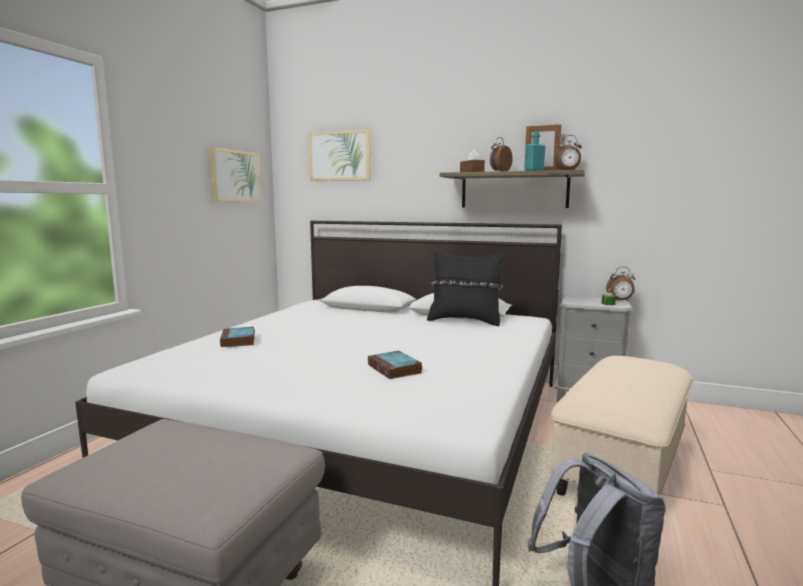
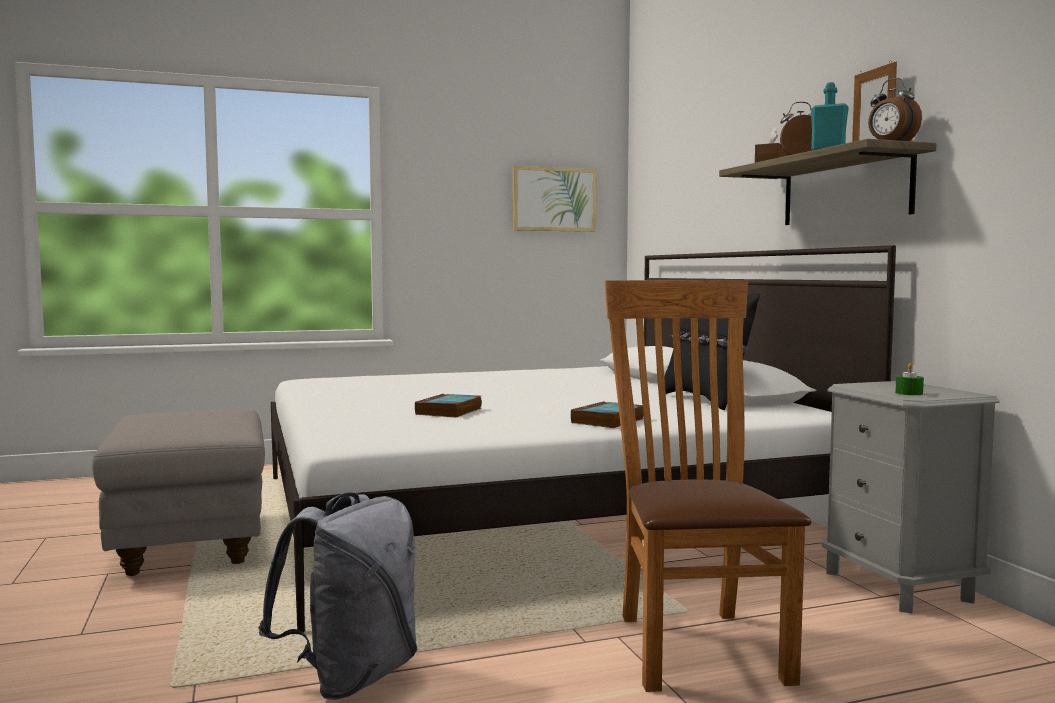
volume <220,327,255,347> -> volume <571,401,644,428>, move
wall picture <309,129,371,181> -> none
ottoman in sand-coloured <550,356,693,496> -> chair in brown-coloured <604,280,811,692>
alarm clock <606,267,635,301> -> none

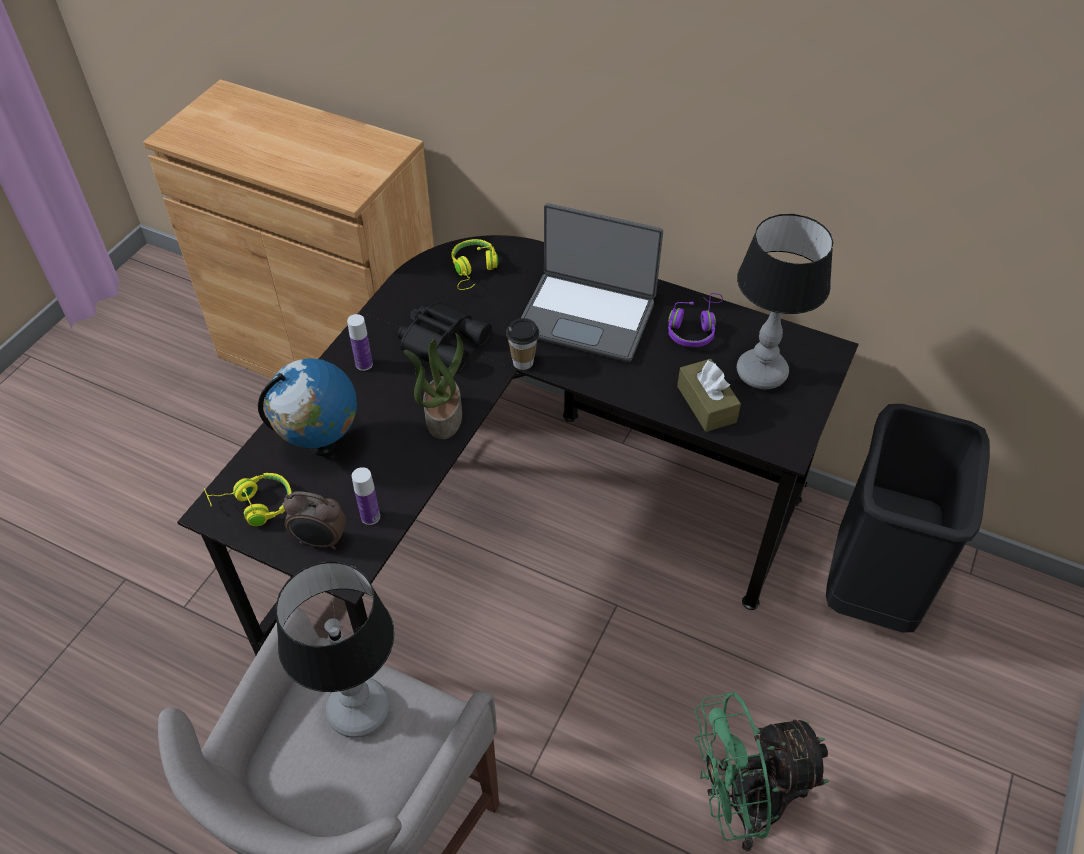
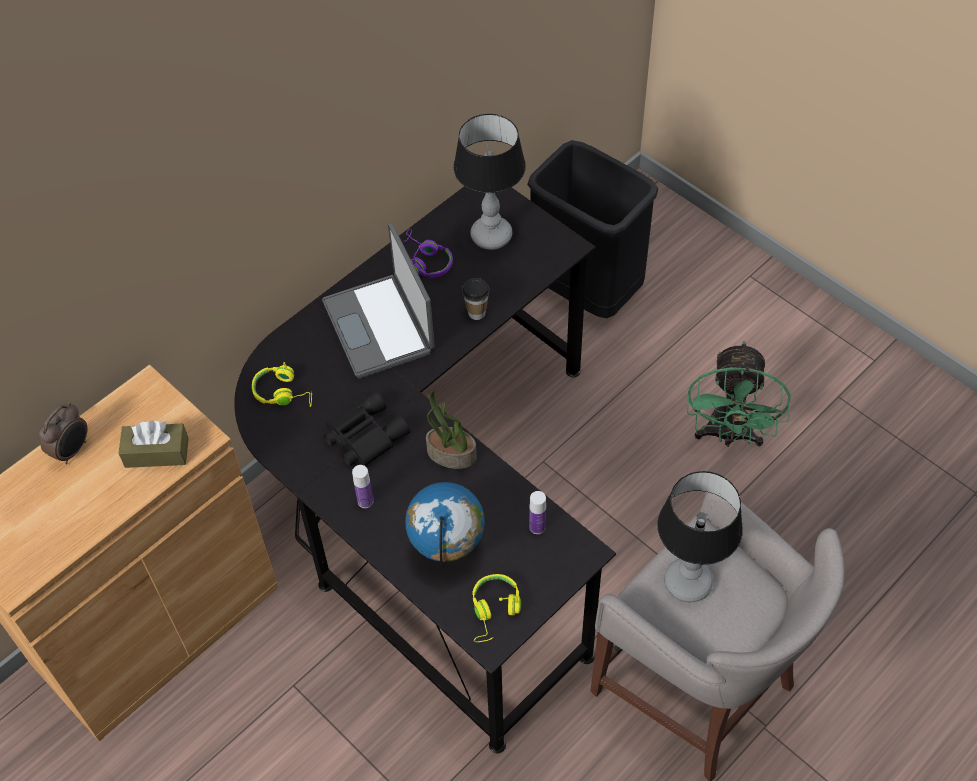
alarm clock <283,491,346,550> -> alarm clock <39,402,88,464>, move
cup <506,318,539,370> -> cup <462,278,490,320>, move
laptop <521,203,663,362> -> laptop <322,223,435,378>, 120 degrees clockwise
box of tissues in brown-coloured <677,359,741,432> -> box of tissues in brown-coloured <118,420,189,468>, move

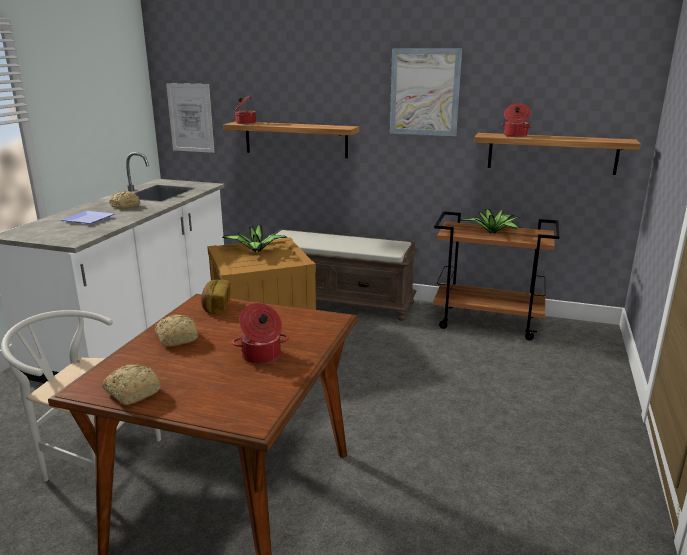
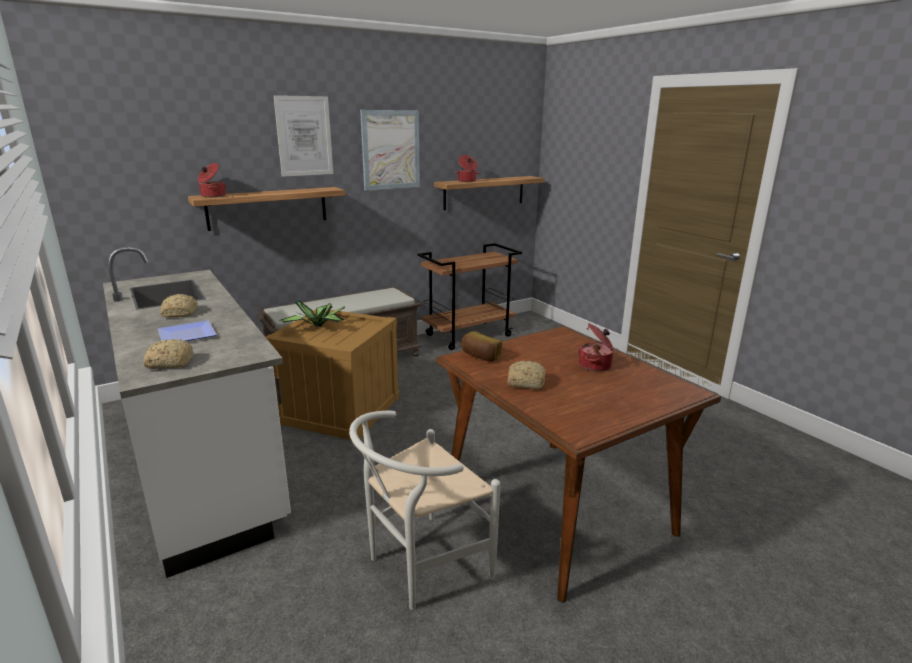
bakery bread <102,364,161,405> -> bakery bread <143,339,193,369>, move
wall picture <166,83,214,153> -> wall picture <274,95,333,177>, move
houseplant <460,209,521,233> -> none

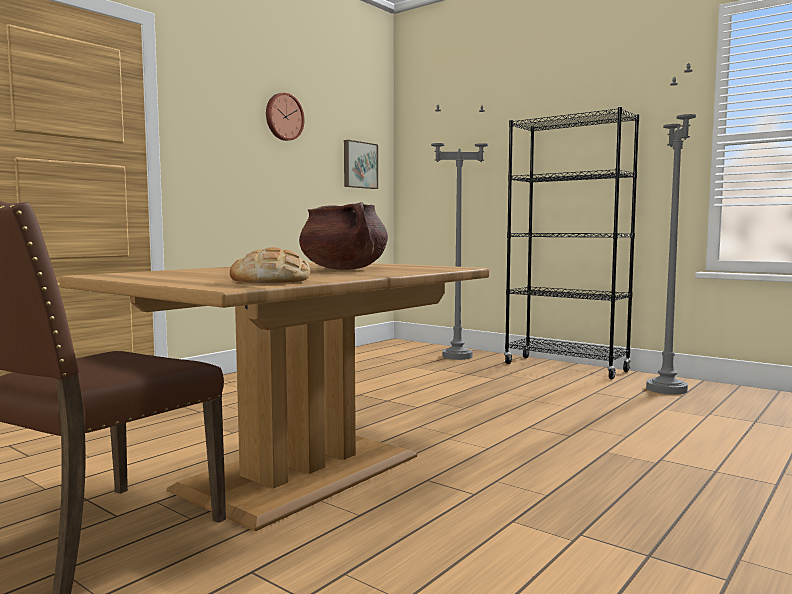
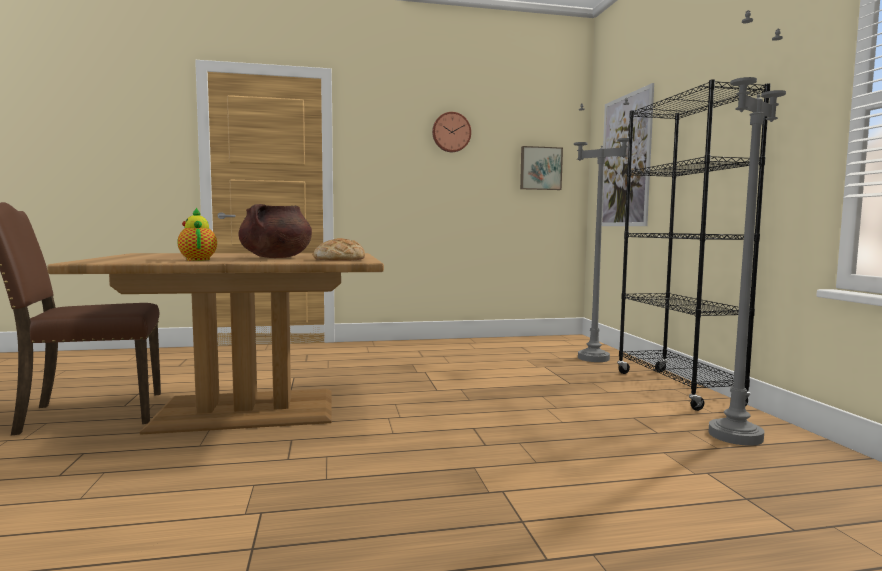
bakery bread <230,247,310,283> -> bakery bread <313,238,365,261>, move
none -> tea pot <177,207,217,261>
none -> wall picture <602,83,654,226>

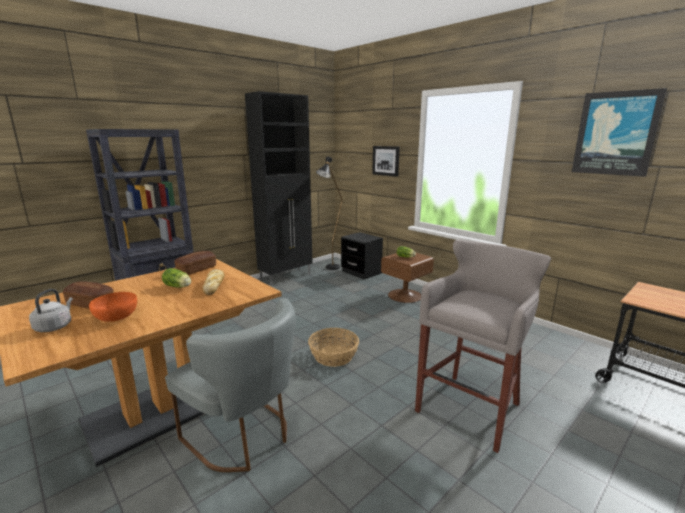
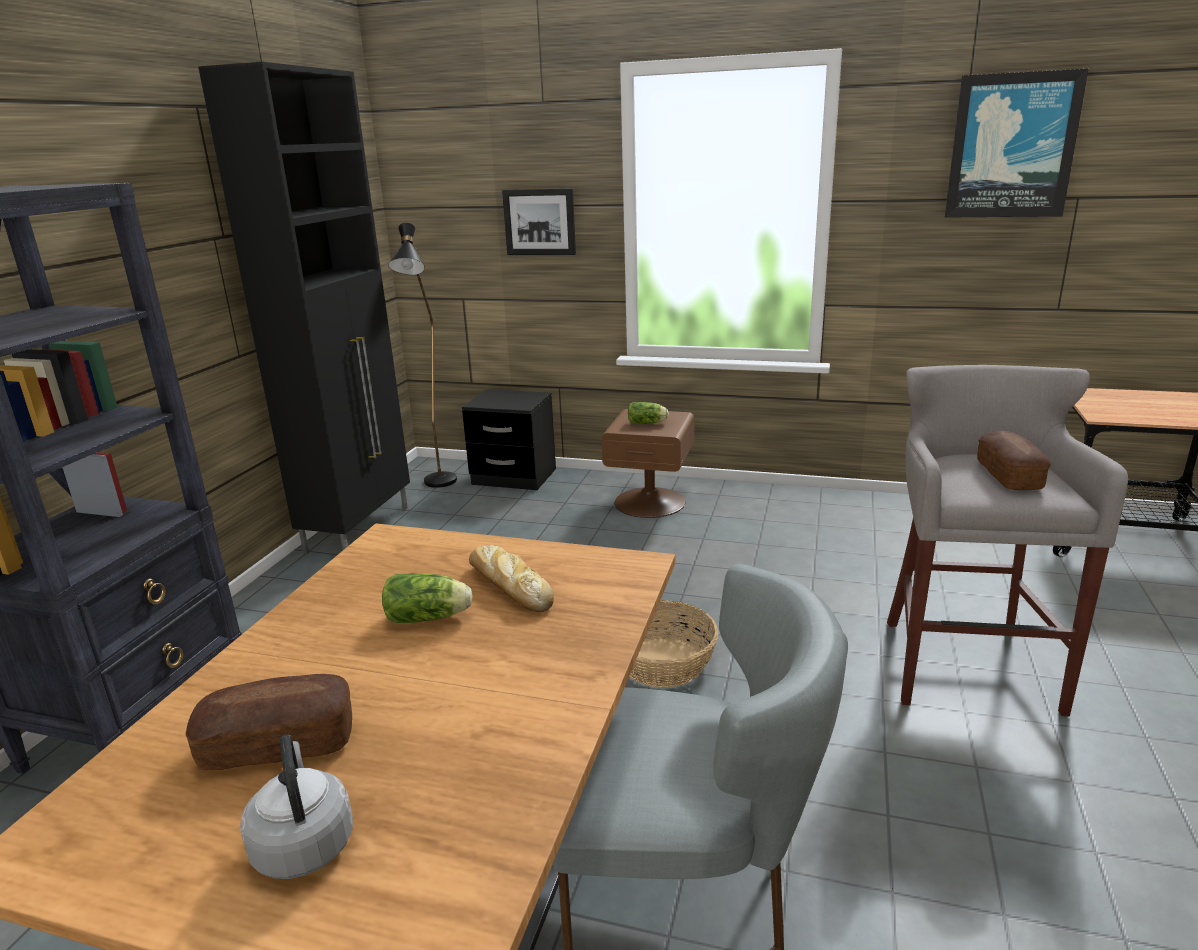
serving bowl in orangey <89,292,137,322> -> none
bakery bread <175,251,216,275> -> bakery bread <977,431,1051,490>, move

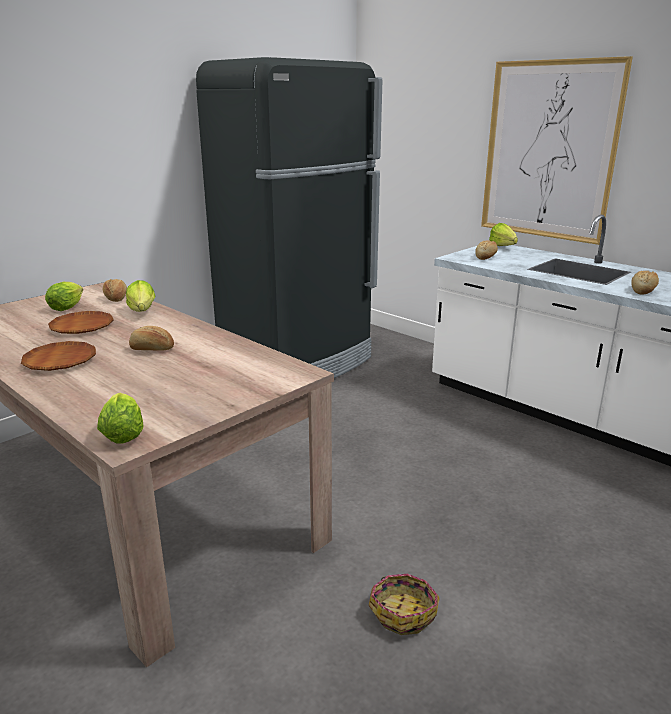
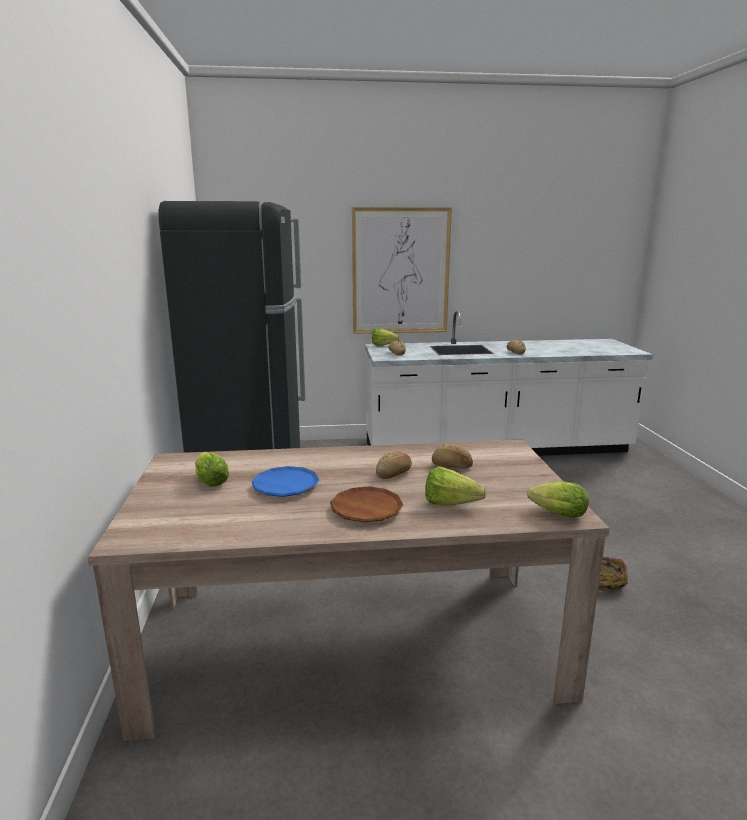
plate in brown-coloured <48,311,114,334> -> plate in bluish <252,466,319,497>
bakery bread <103,279,127,302> -> bakery bread <432,444,473,468>, move
lettuce head <126,280,155,312> -> lettuce head <425,467,486,505>, move

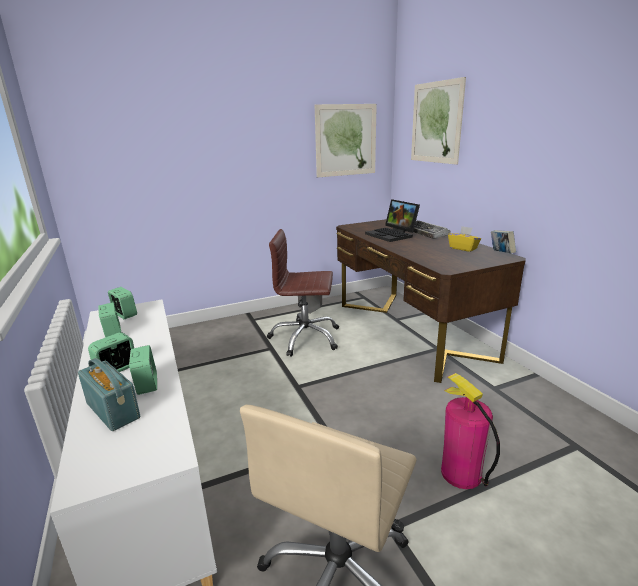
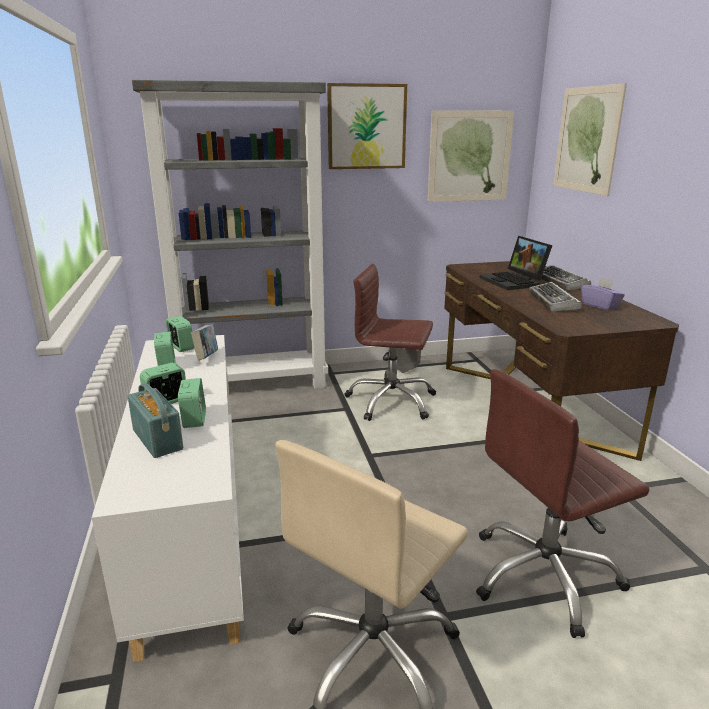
extinguisher <441,373,500,489> -> office chair in brown-coloured <476,369,649,638>
box of tissues in yellowish <448,226,481,252> -> box of tissues in purple <581,277,625,310>
volume <491,230,516,254> -> volume <191,324,218,360>, move
none -> bookshelf in gray <132,80,328,388>
none -> wall picture <327,83,407,169>
none -> computer keyboard <529,282,582,312>

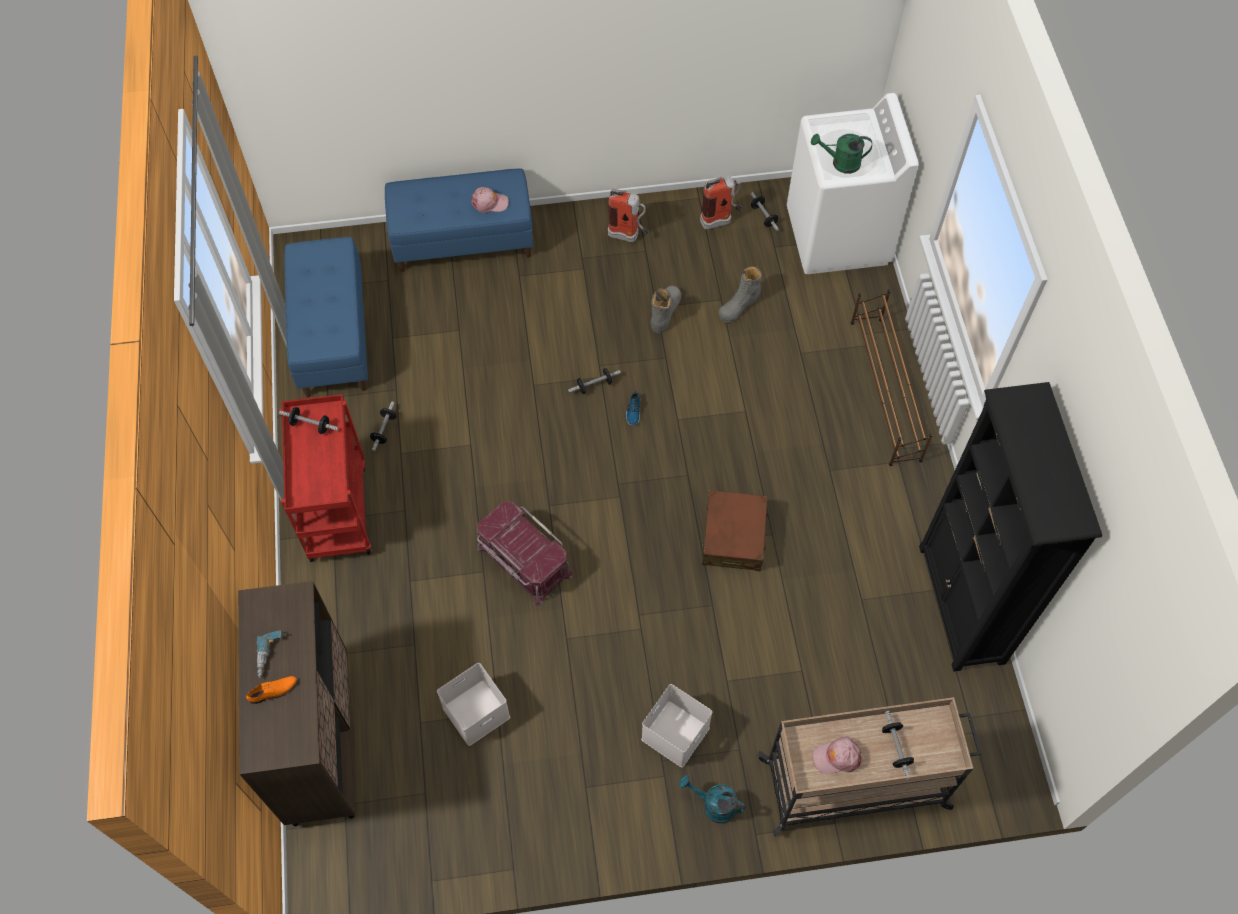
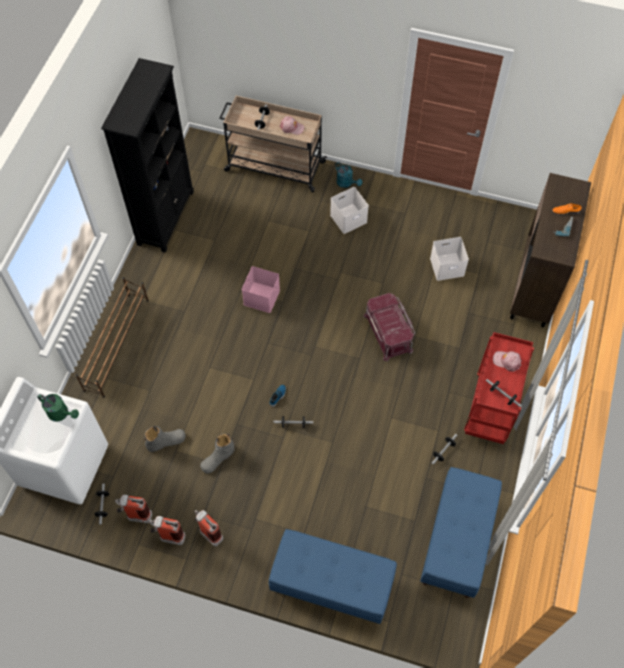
cap in pink-coloured <471,187,509,213> -> cap in pink-coloured <493,351,522,372>, move
suitcase in brown-coloured <702,490,768,571> -> storage container in pink-coloured <242,266,280,313>
none -> extinguisher <149,516,185,545>

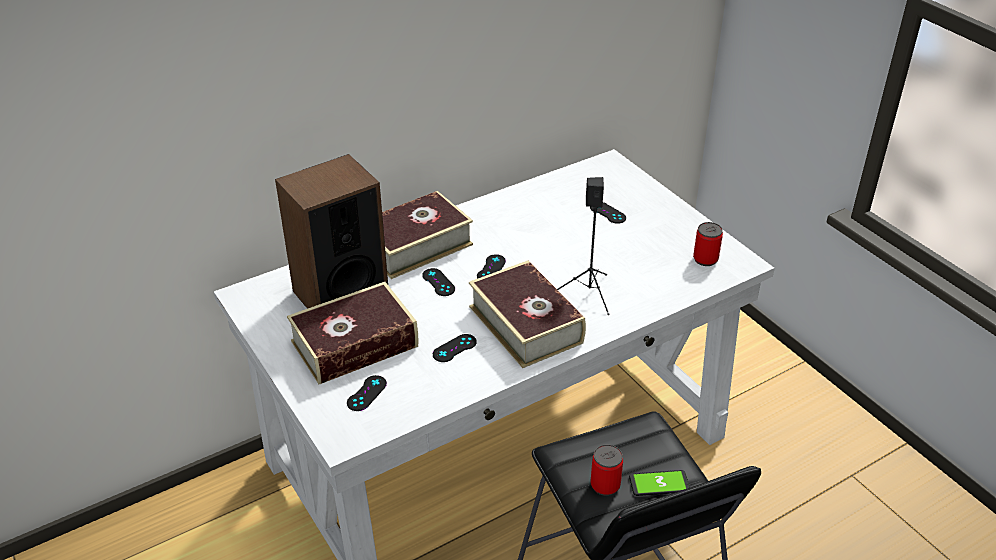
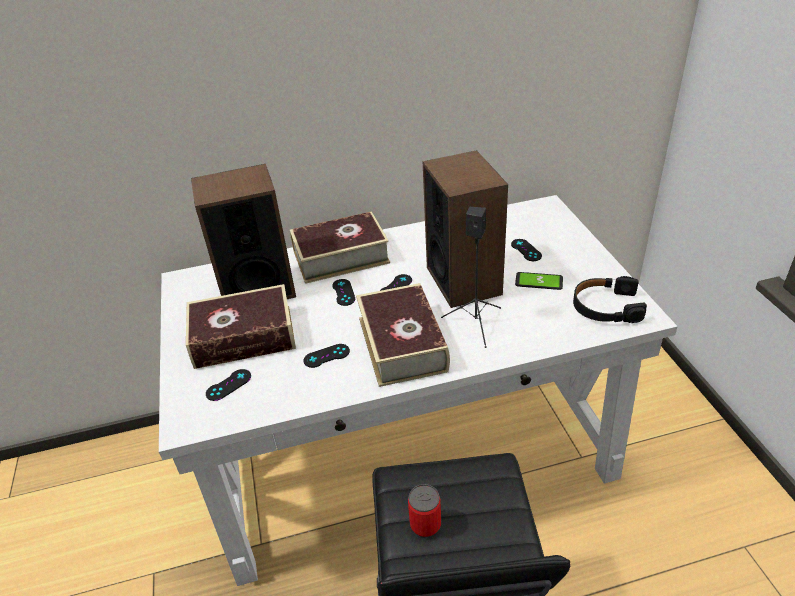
phone <629,470,690,496> -> phone <515,272,563,290>, move
metal can <693,222,723,266> -> headphones in black-coloured <573,276,647,323>
none -> loudspeaker <423,150,508,308>

